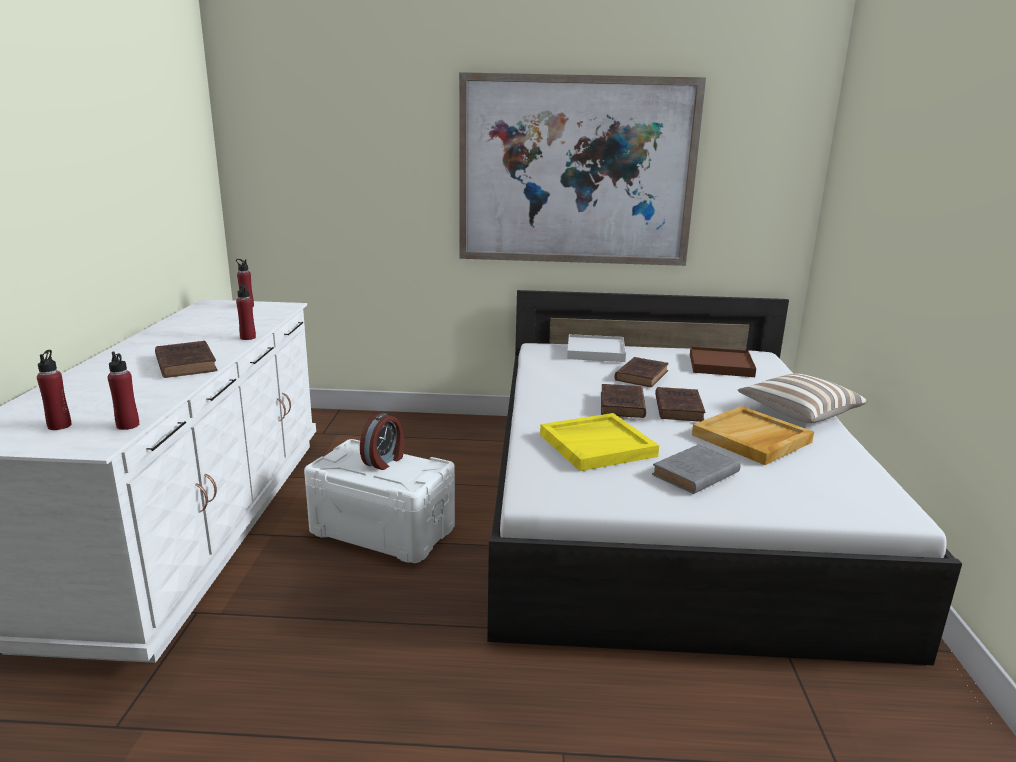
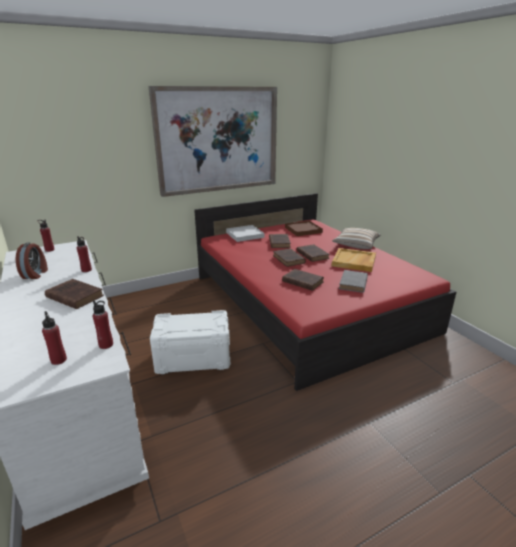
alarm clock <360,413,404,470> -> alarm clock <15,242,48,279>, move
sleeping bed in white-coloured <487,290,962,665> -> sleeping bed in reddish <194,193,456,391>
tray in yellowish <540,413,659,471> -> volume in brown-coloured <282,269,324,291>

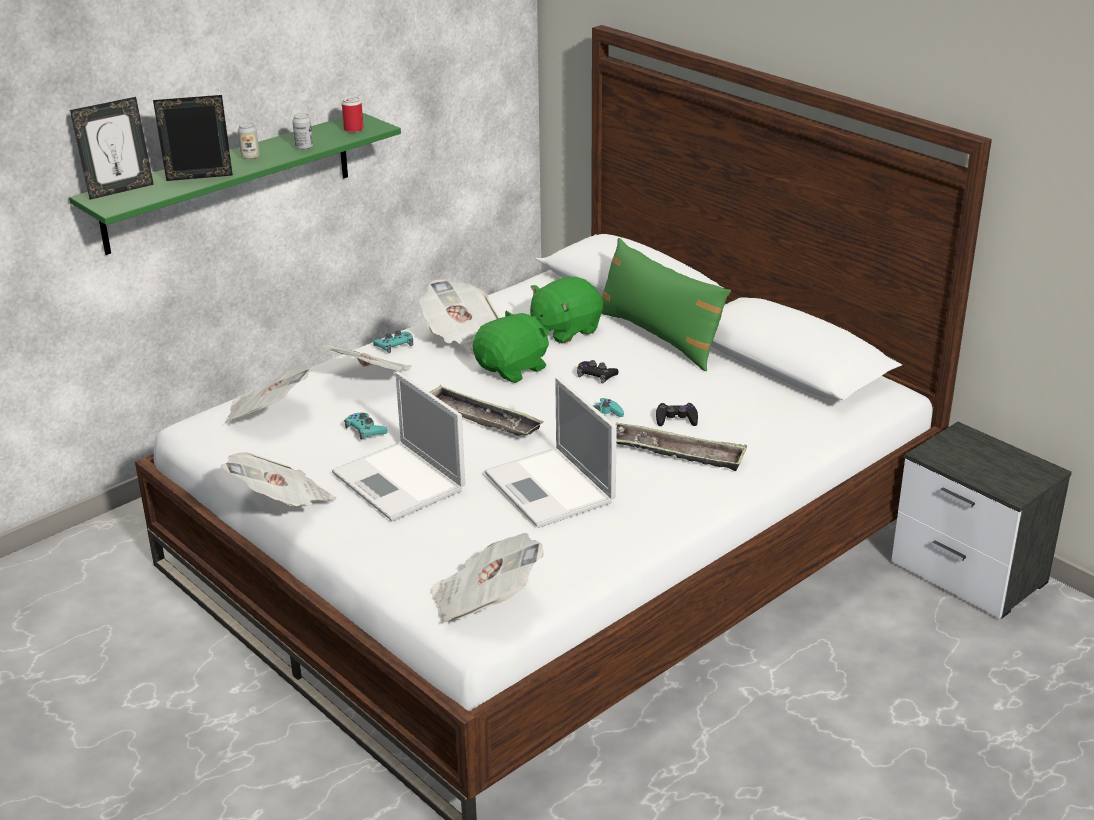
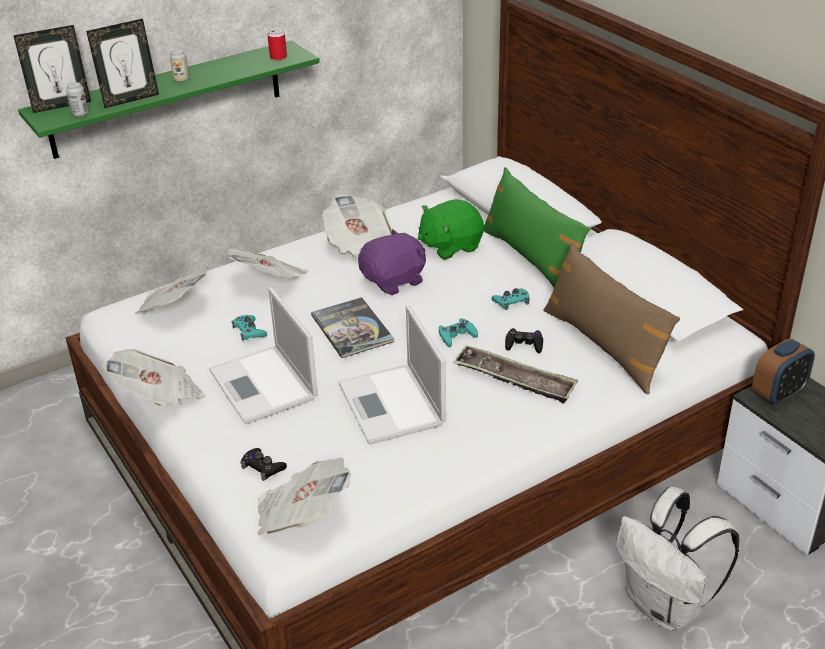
standing frame <153,95,233,181> -> standing frame <86,19,159,108>, 150 degrees clockwise
metal can <293,113,313,150> -> metal can <66,82,88,117>, move
game controller in turquoise-coloured <373,330,413,353> -> game controller in turquoise-coloured <492,288,530,310>, move
tray <430,385,544,436> -> volume <311,297,394,358>
plush toy in green-coloured <473,311,550,383> -> plush toy in purple <358,229,426,295>
game controller in black-coloured <577,360,618,383> -> game controller in black-coloured <240,448,287,481>, move
none -> throw pillow in brown-coloured <543,242,680,394>
none -> backpack in white-coloured <616,487,739,631>
none -> alarm clock <752,338,815,406>

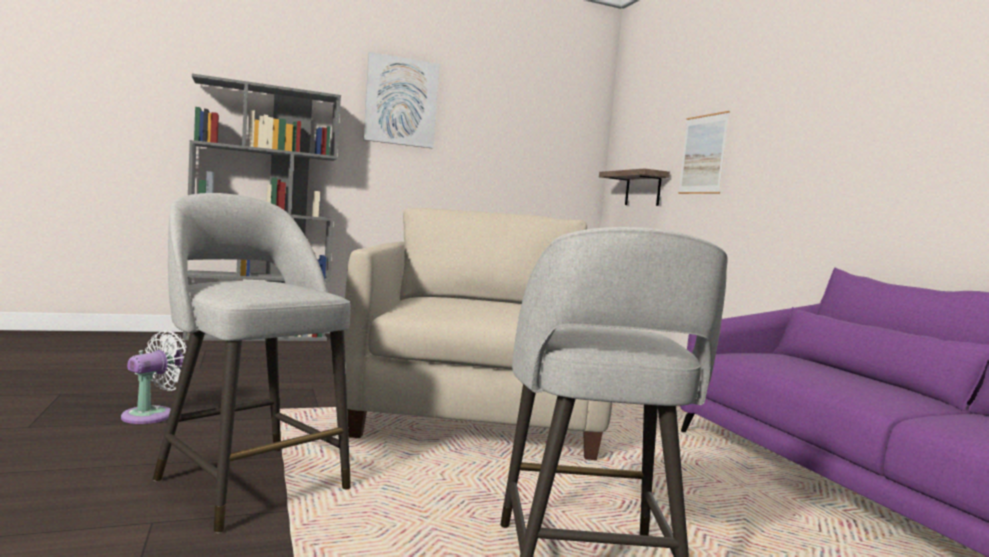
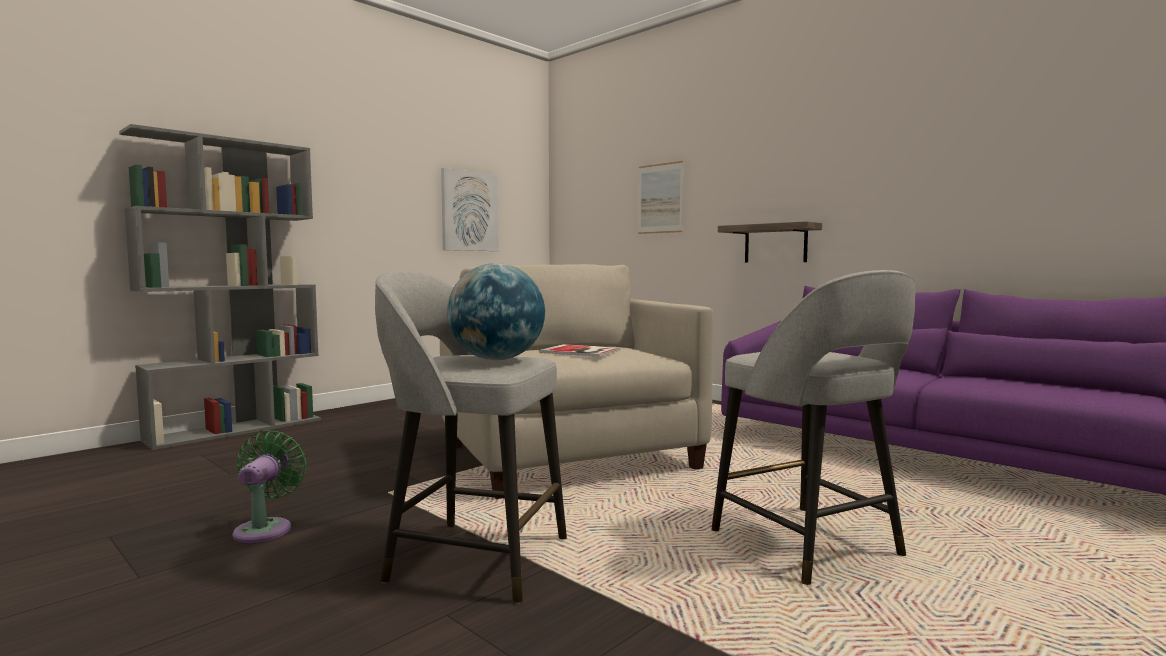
fan in white-coloured <121,330,187,424> -> fan in green-coloured <232,430,307,543>
wall picture <363,52,439,148> -> wall picture <441,168,499,251>, move
bracket shelf <599,168,670,206> -> bracket shelf <718,221,822,263>, move
none -> globe <447,263,545,360>
none -> volume <539,344,621,357>

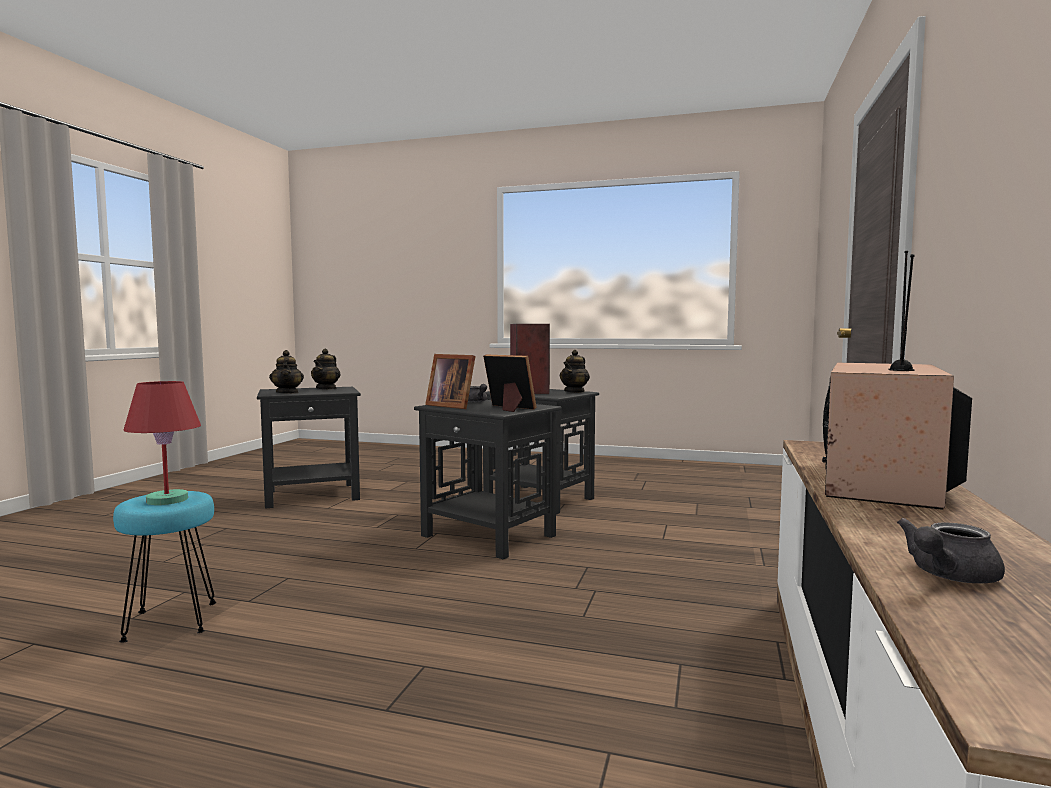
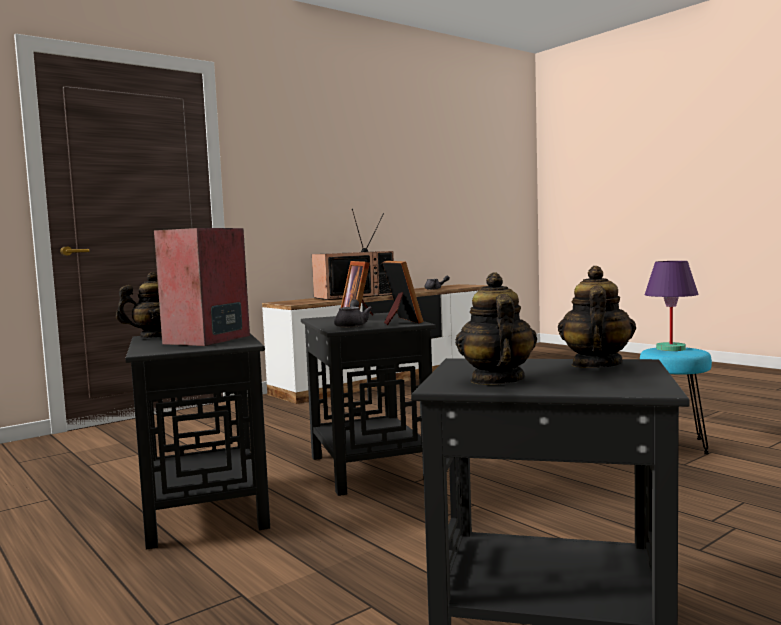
tabletop lamp in reddish <123,381,201,505> -> tabletop lamp in purple <645,261,699,351>
tea pot <311,349,341,389> -> tea pot <456,272,537,385>, 45 degrees counterclockwise

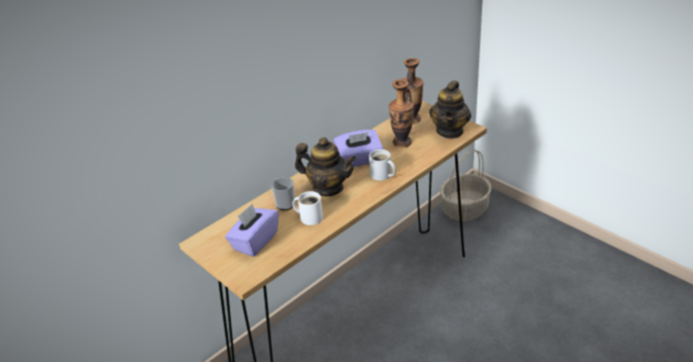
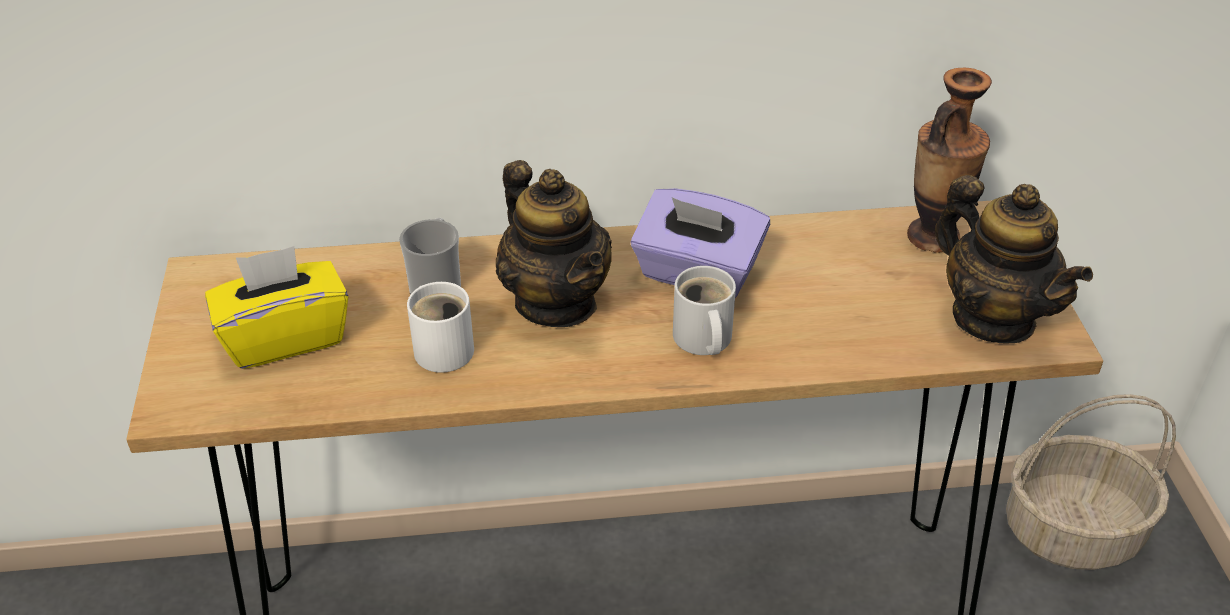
box of tissues in purple <225,204,279,257> -> box of tissues in yellowish <205,246,348,369>
vase <389,79,414,147> -> none
tea pot <429,81,471,139> -> tea pot <935,175,1093,343>, 90 degrees counterclockwise

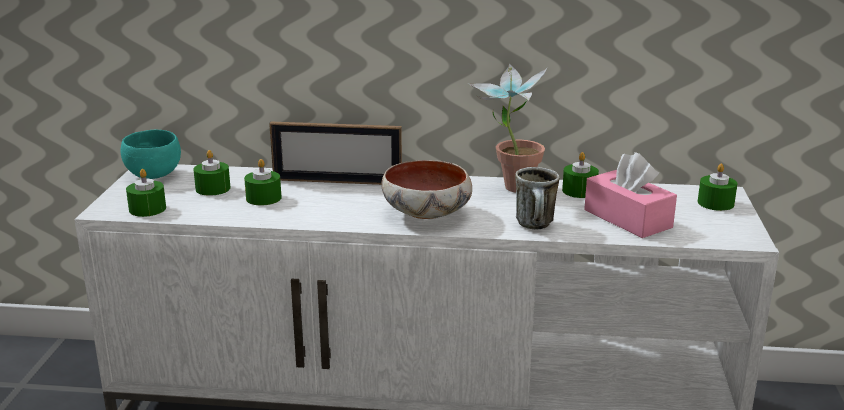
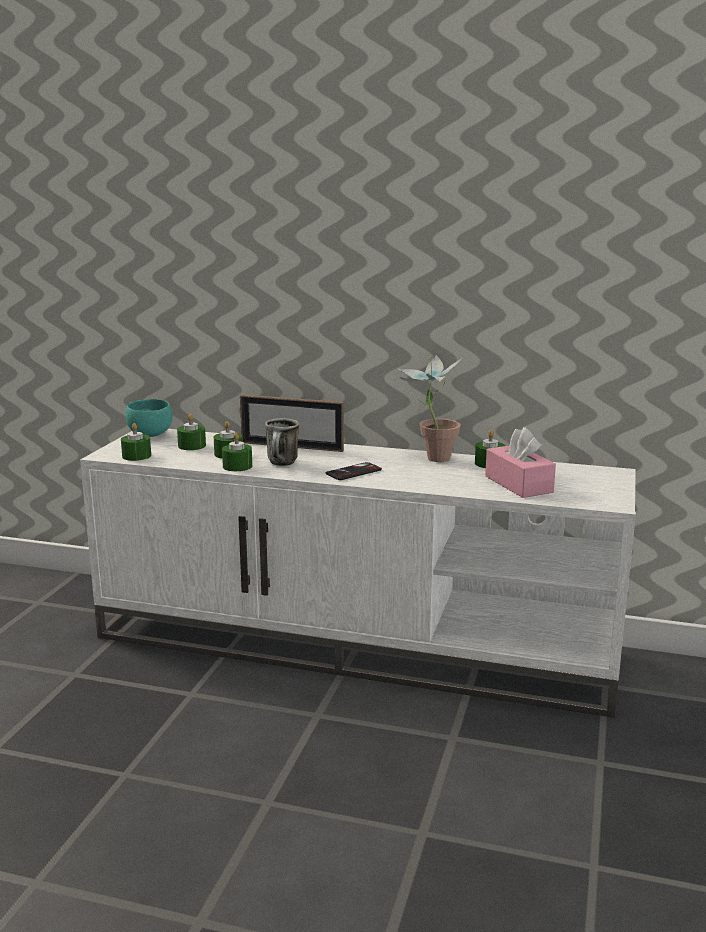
serving bowl <381,160,472,219> -> phone <326,462,382,480>
mug <515,167,560,230> -> mug <265,418,299,466>, move
wax candle in green-coloured <698,163,738,211> -> wax candle in green-coloured <222,433,252,471>, move

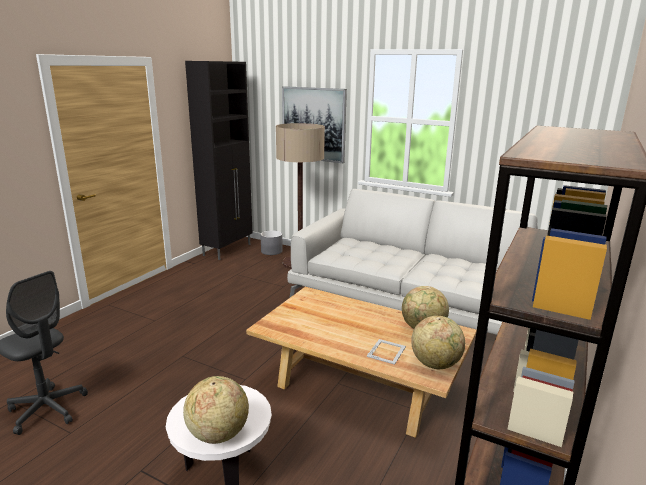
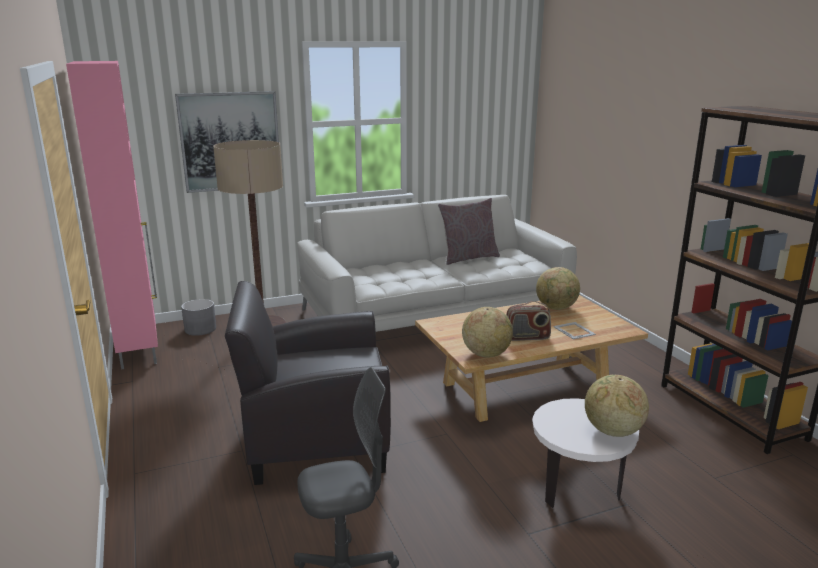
cabinet in black-coloured <185,61,252,260> -> cabinet in pink-coloured <66,61,158,370>
globe <411,316,465,369> -> globe <462,307,513,358>, move
none -> easy chair in black-coloured <225,281,391,485>
none -> throw pillow in gray <438,198,500,265>
none -> radio set <506,301,551,341>

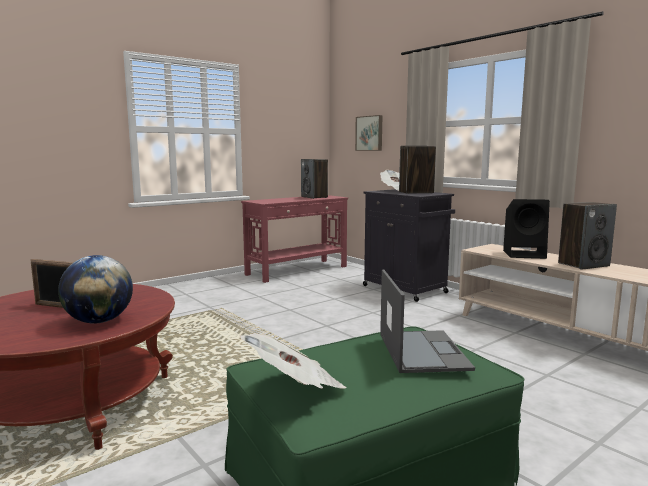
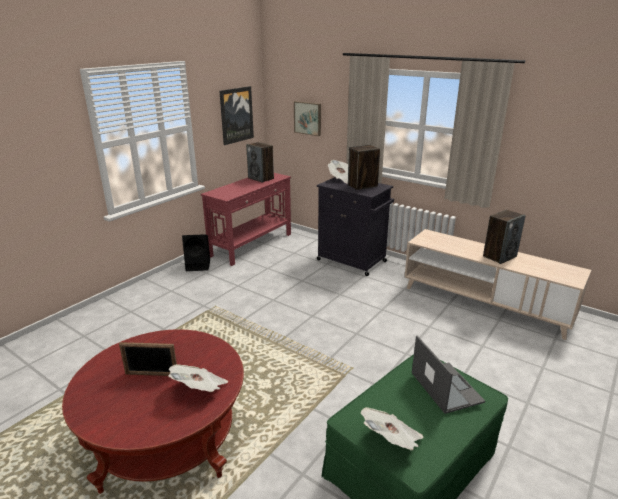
globe <58,255,133,323> -> daily paper <168,364,228,392>
loudspeaker in black-coloured <503,199,550,259> -> loudspeaker in black-coloured <182,234,210,271>, move
none -> wall picture <219,86,254,145>

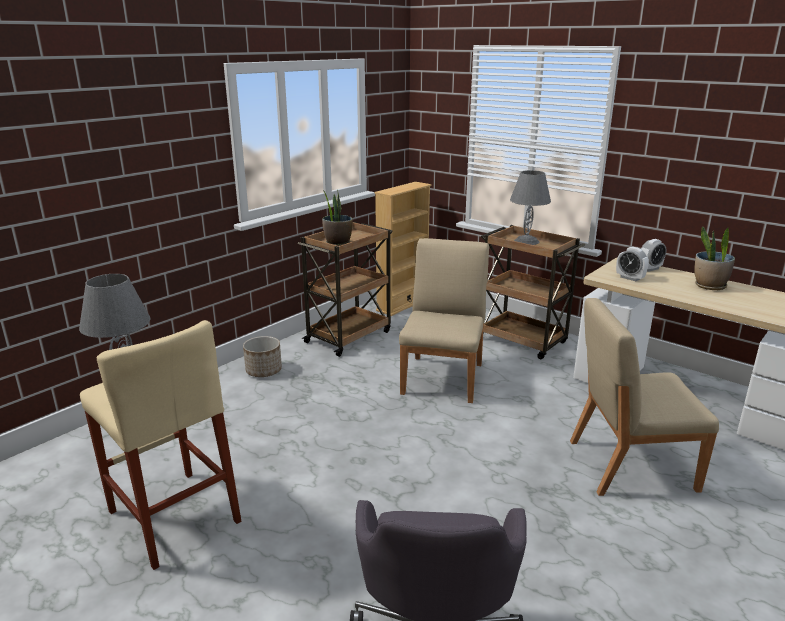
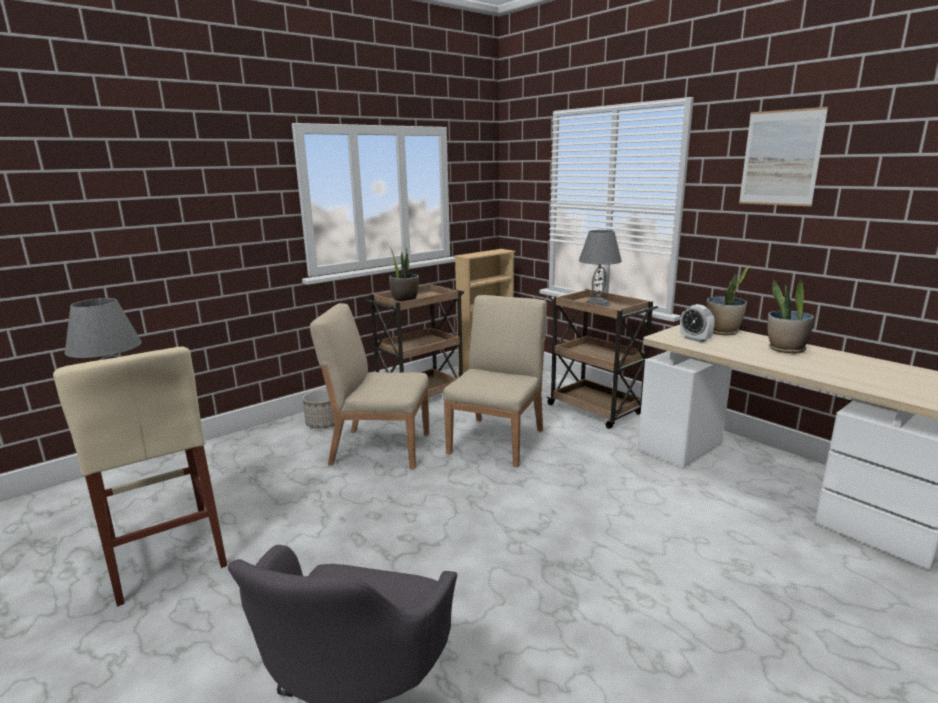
chair in sand-coloured <570,298,719,496> -> chair in sand-coloured <310,303,429,469>, move
alarm clock <641,239,666,272> -> houseplant <706,266,749,335>
none -> wall picture <739,107,828,206>

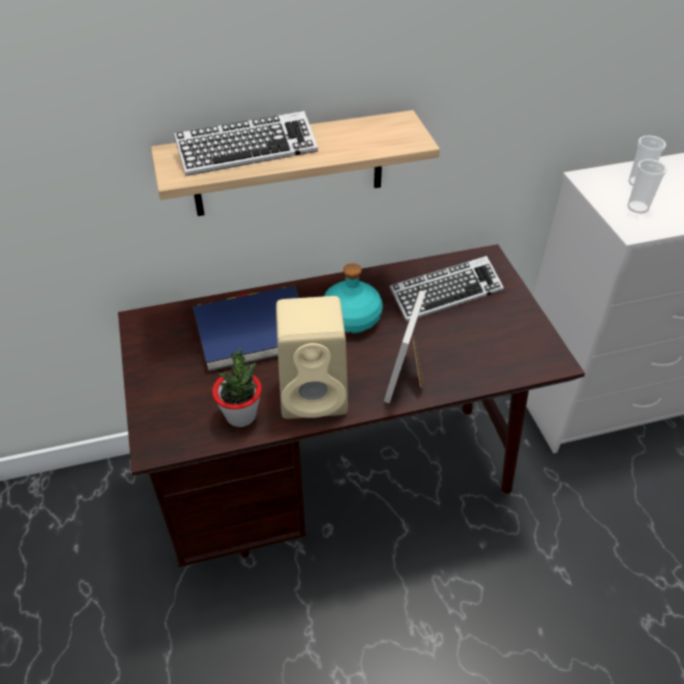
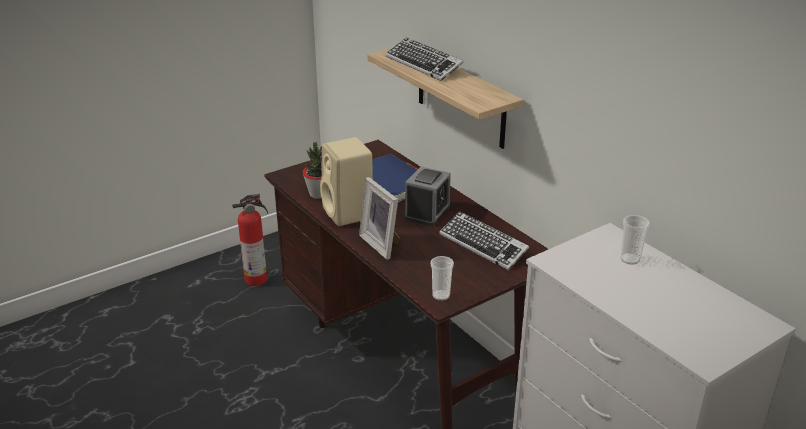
drink bottle in turquoise-coloured <324,263,383,333> -> alarm clock <405,166,451,226>
standing frame <384,291,426,404> -> standing frame <359,177,400,260>, 120 degrees counterclockwise
cup <628,159,667,213> -> cup <430,256,454,301>, move
none -> extinguisher <232,194,268,286>

